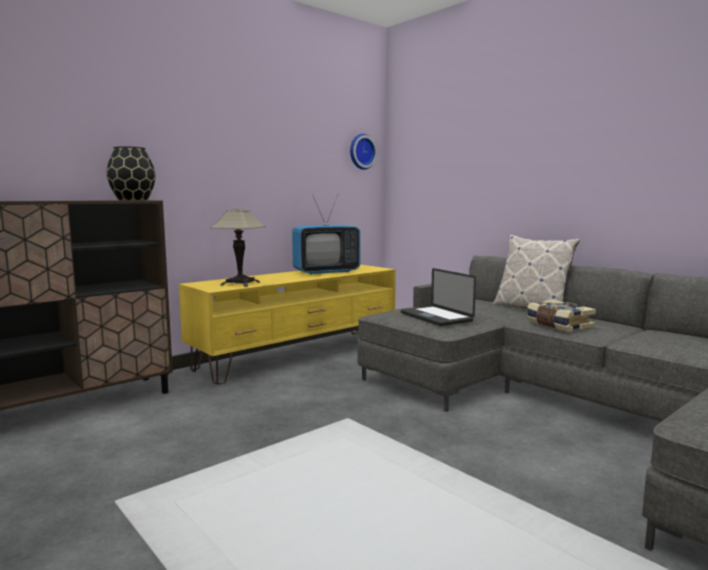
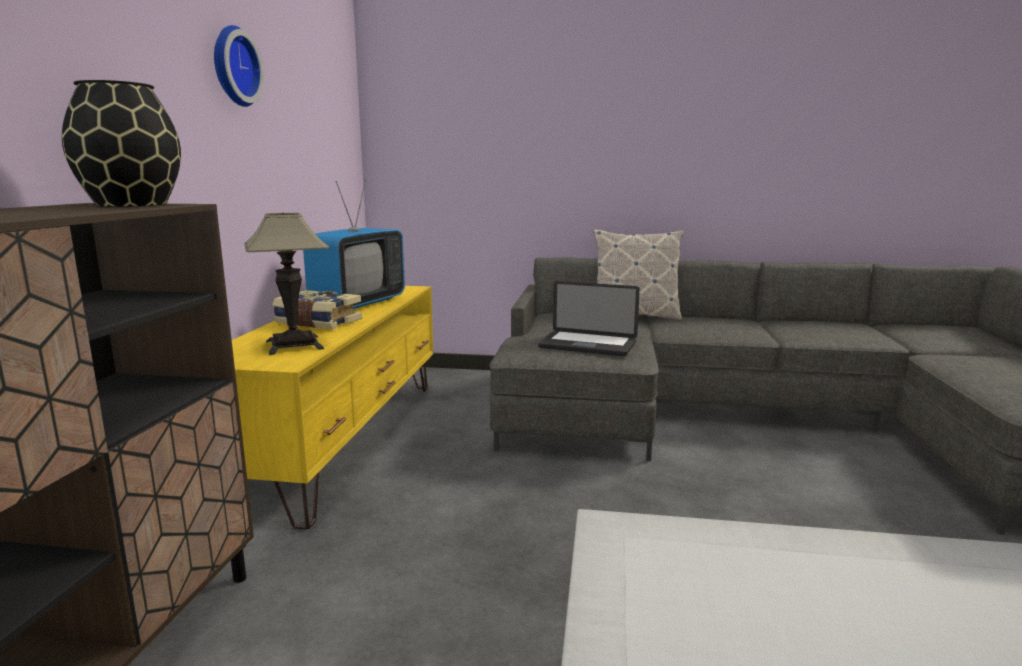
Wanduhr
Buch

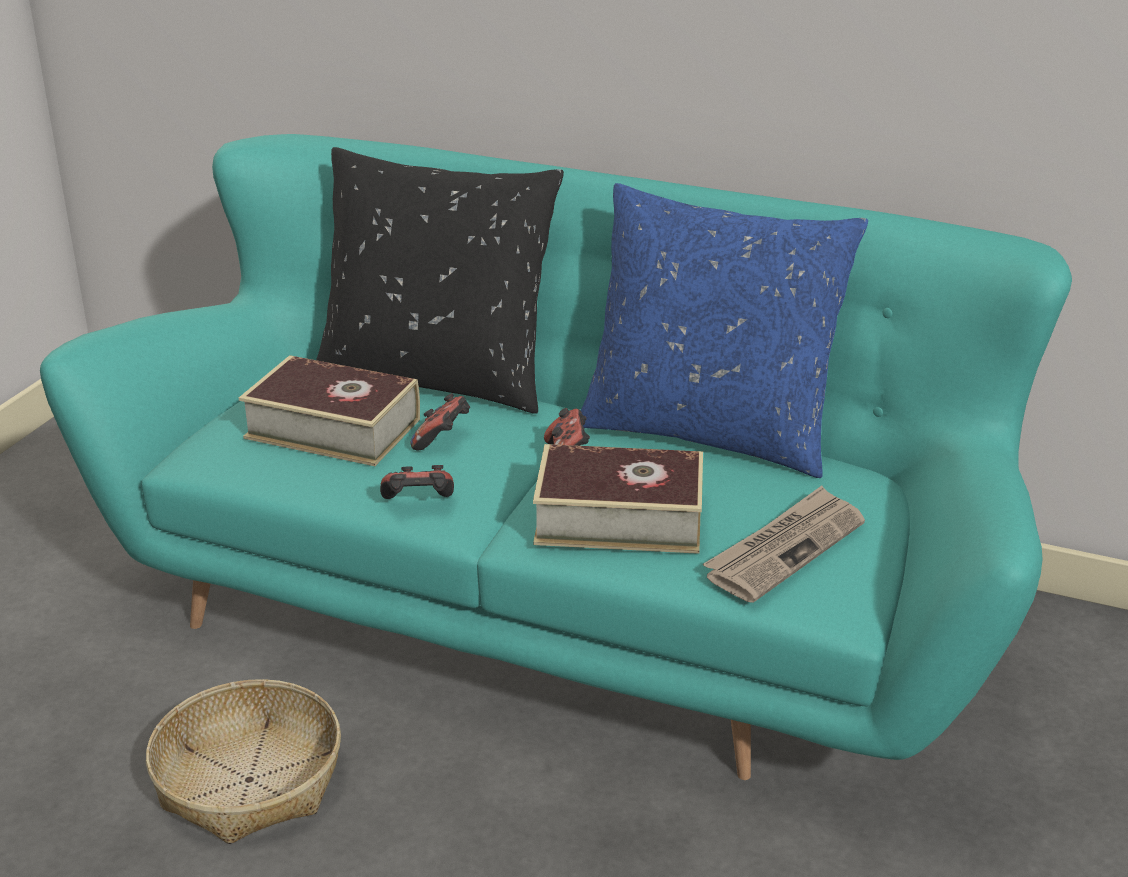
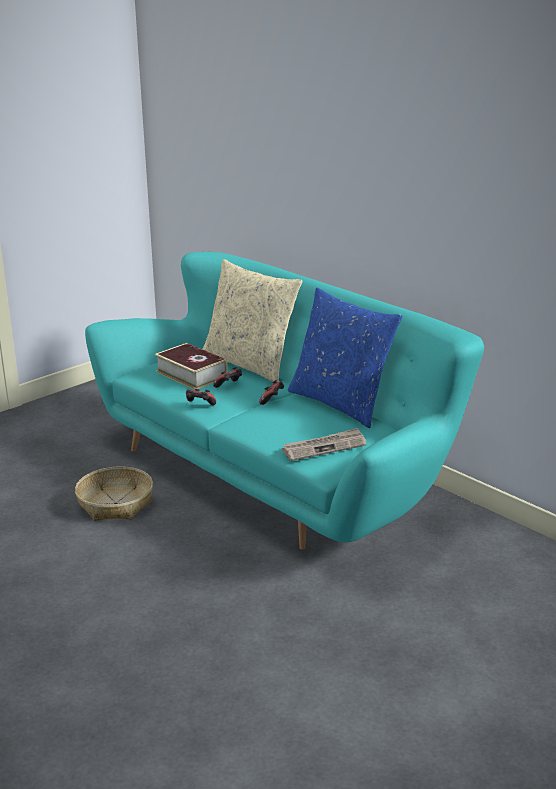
Kissen [beige]
Buch (2nd from left in the first image)

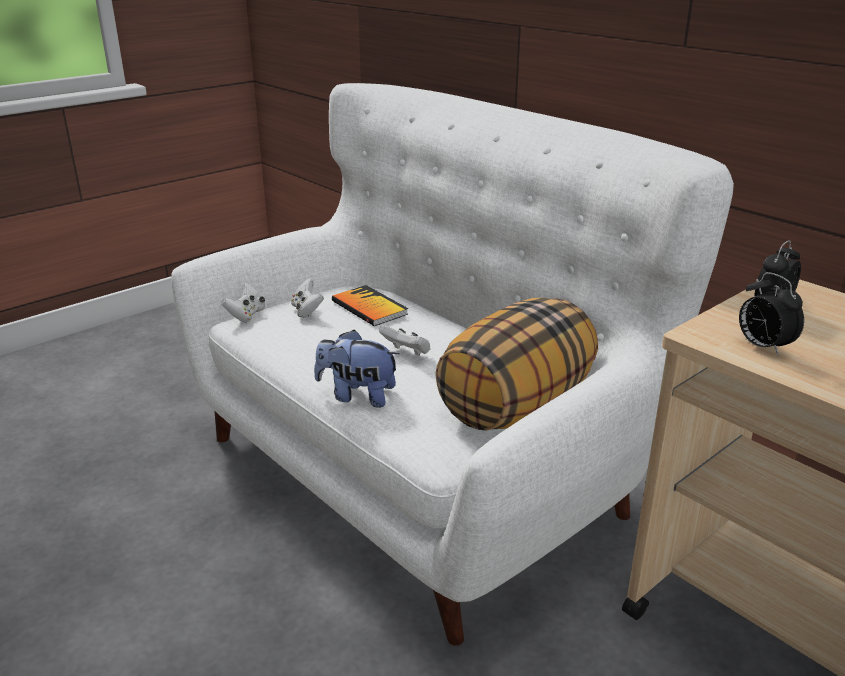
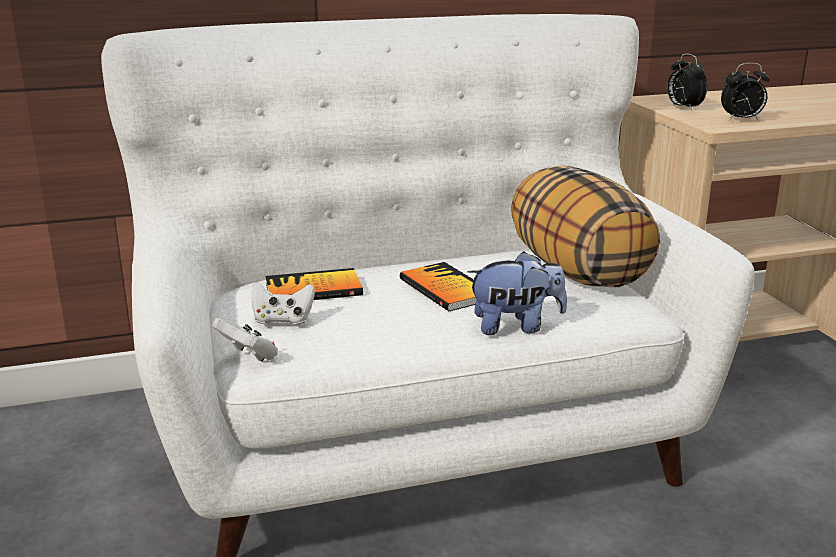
Plüschtier
Buch (2nd from left)

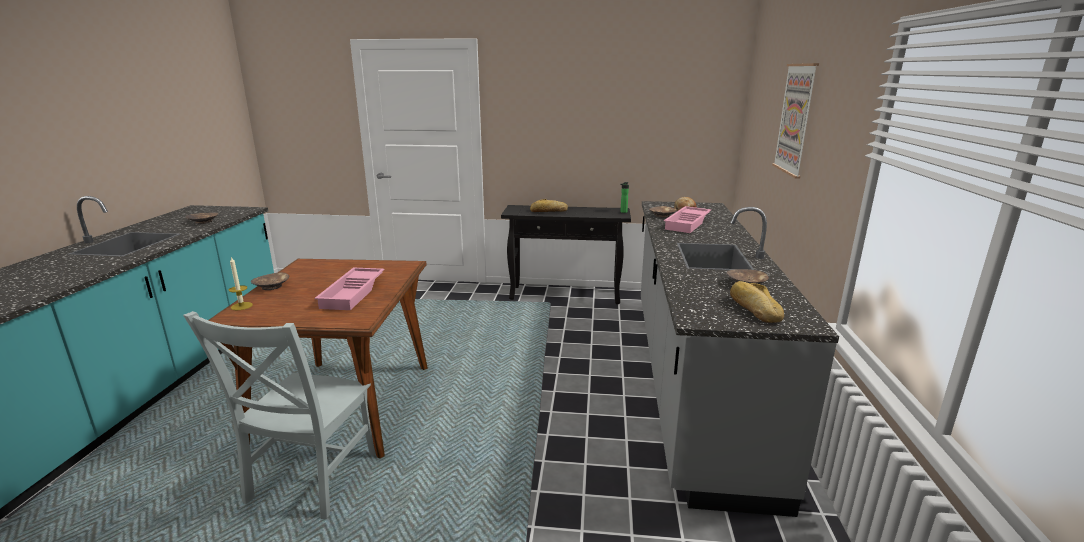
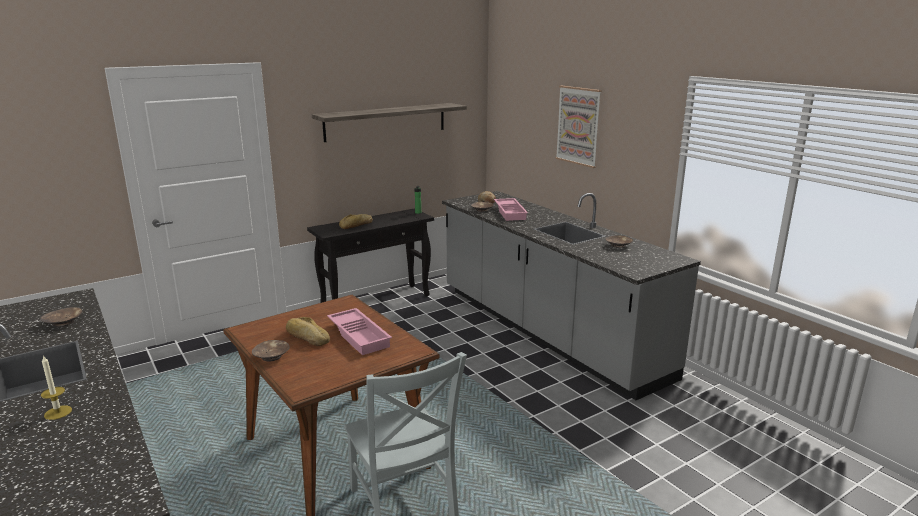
Kerze
Brot (1st from left)
Wandregal

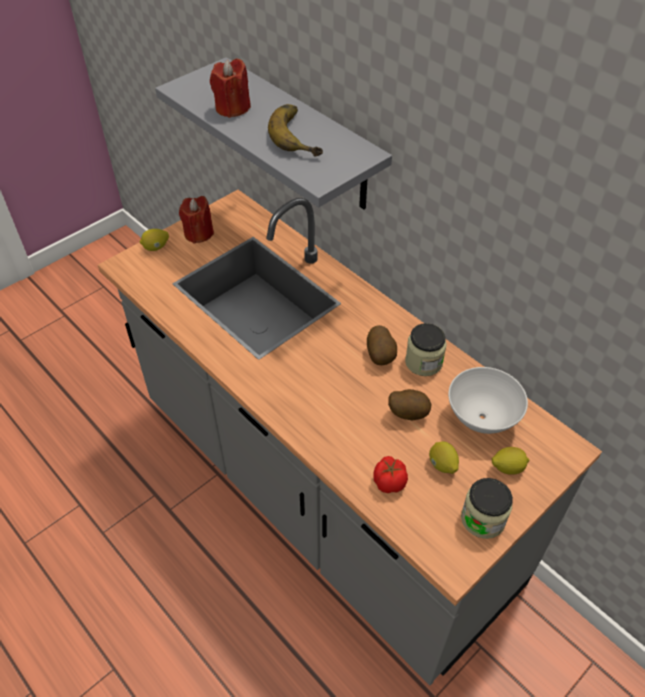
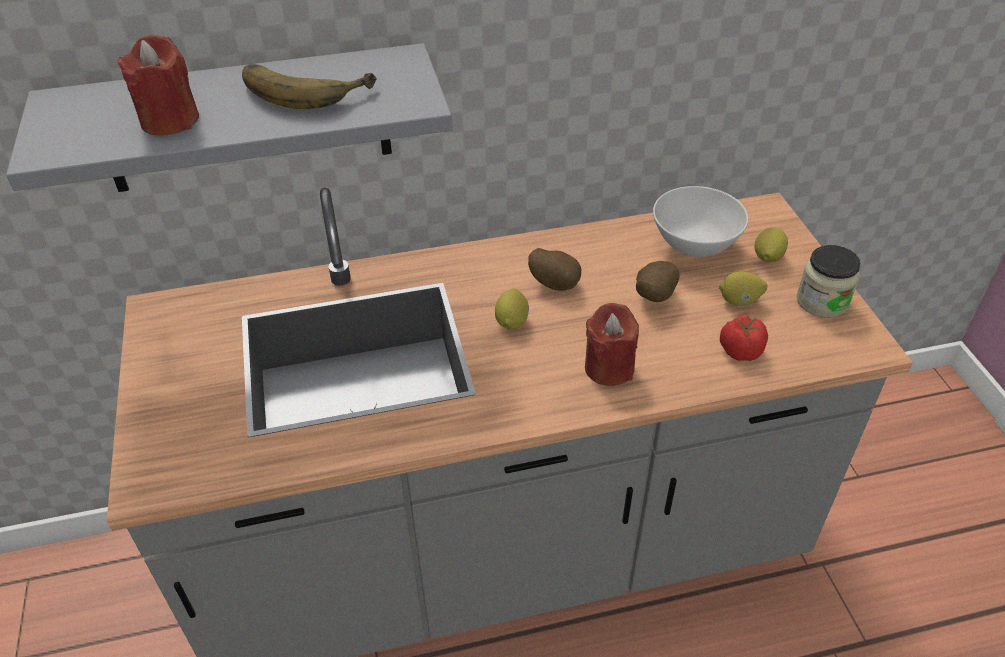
Zitrone (1st from left)
Kerze [rot] (2nd from left)
Vorratsglas (1st from left in the first image)

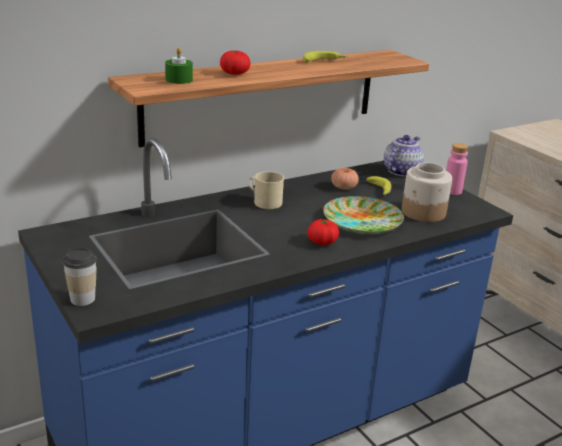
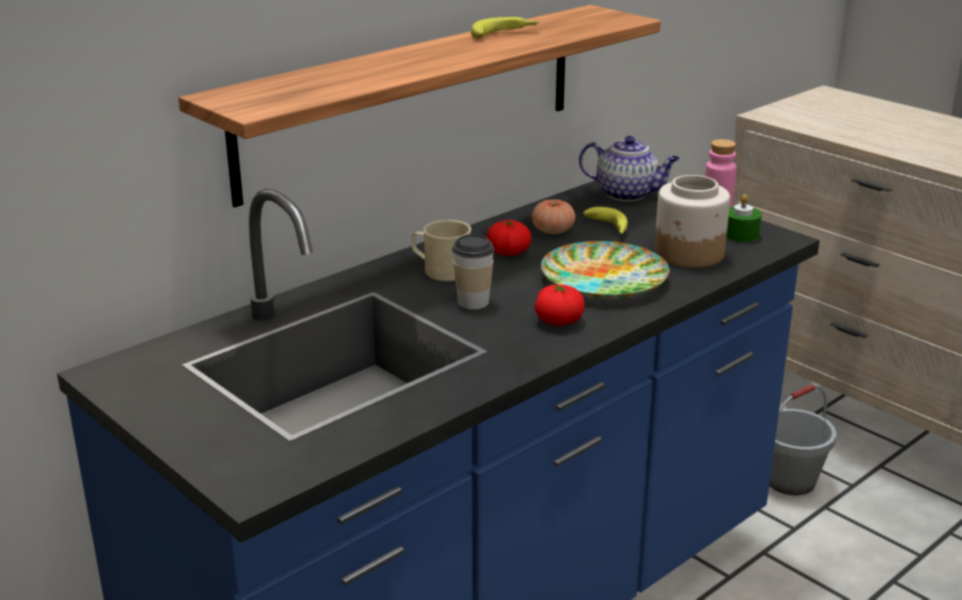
Tasse
Kerze [grün]
Tomate (1st from left)
Teekanne
Eimer [grau]

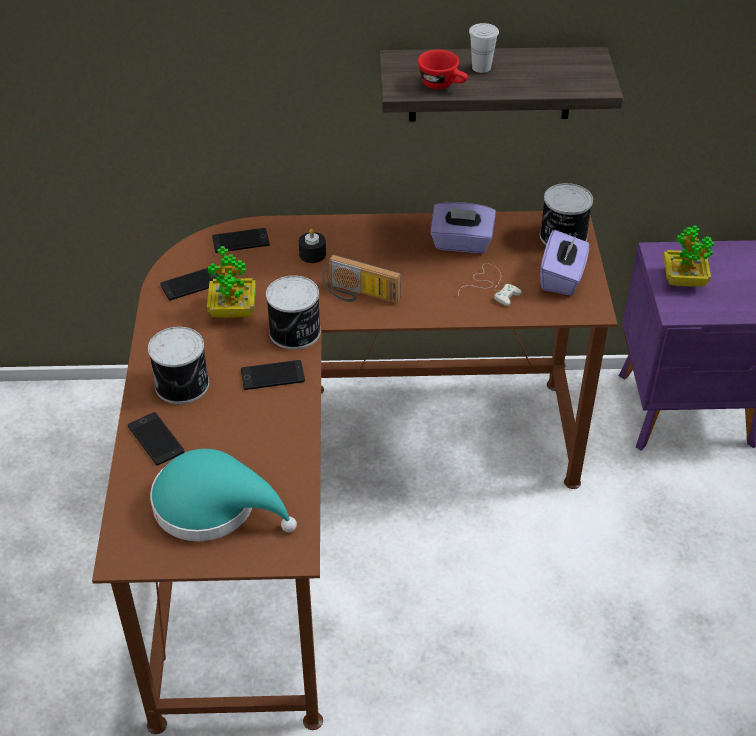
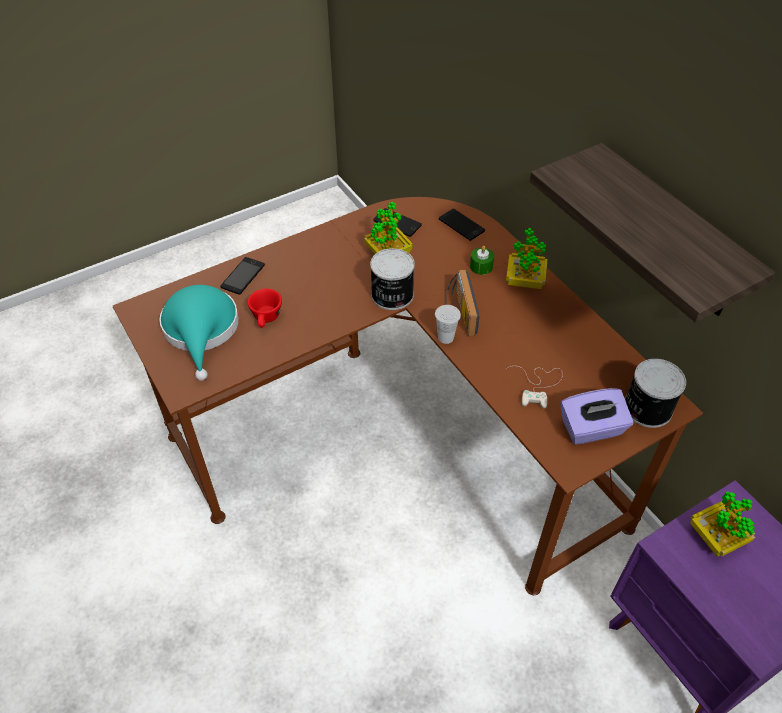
Dose (1st from left in the first image)
Handy (4th from left in the first image)
Kerze [grün]
Tasse [rot]
Taschentuchbox [lila] (1st from left in the first image)
Tasse [weiß]
Topfpflanze (2nd from left)

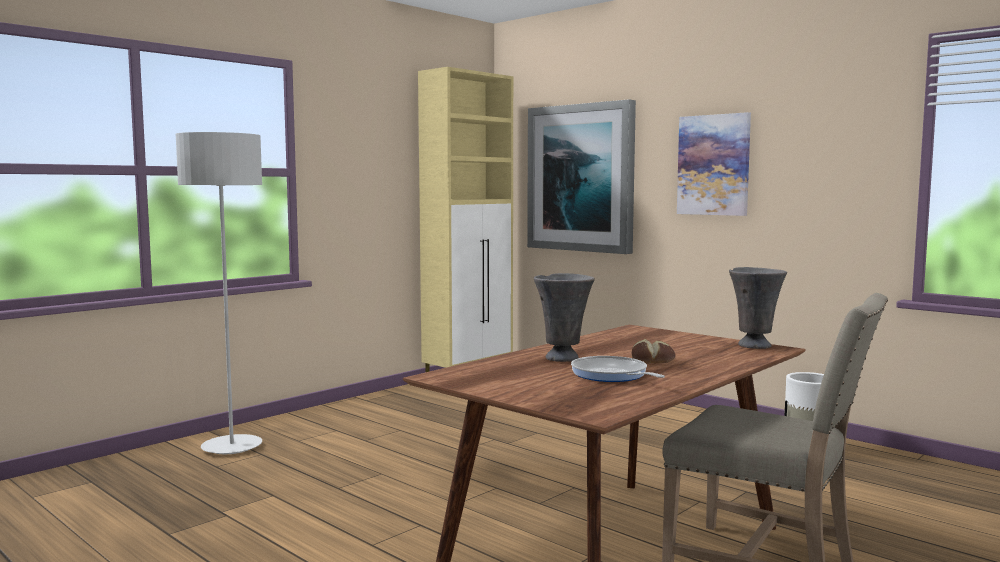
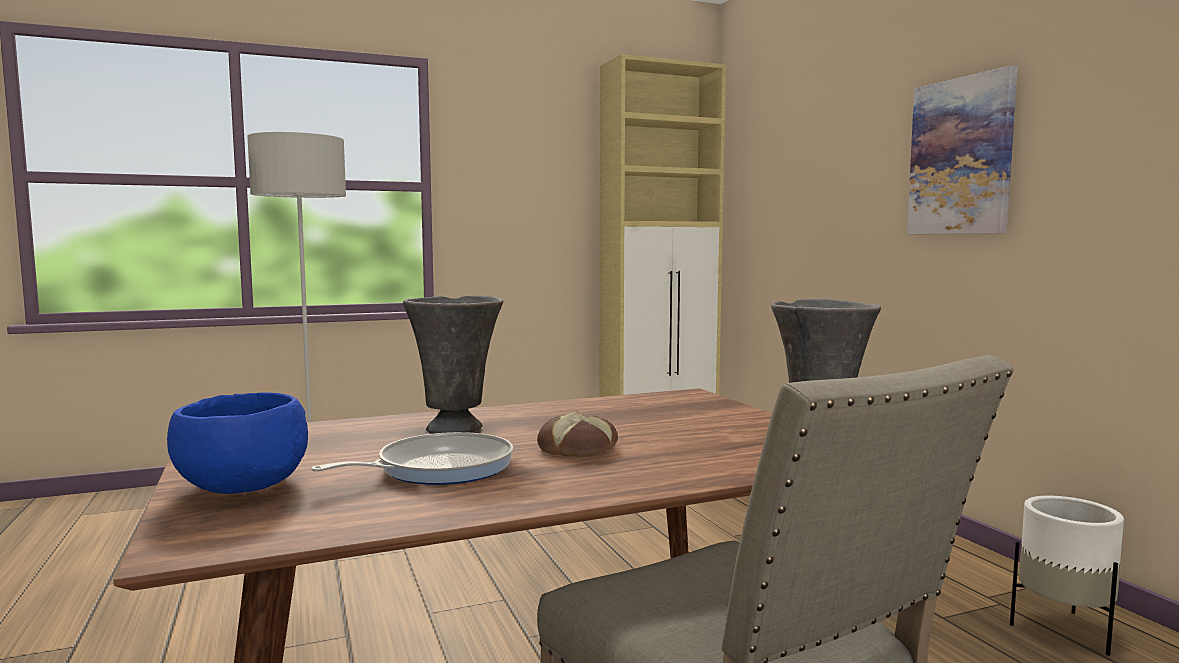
Bild (1st from left in the first image)
Pfanne
Schüssel [blau]

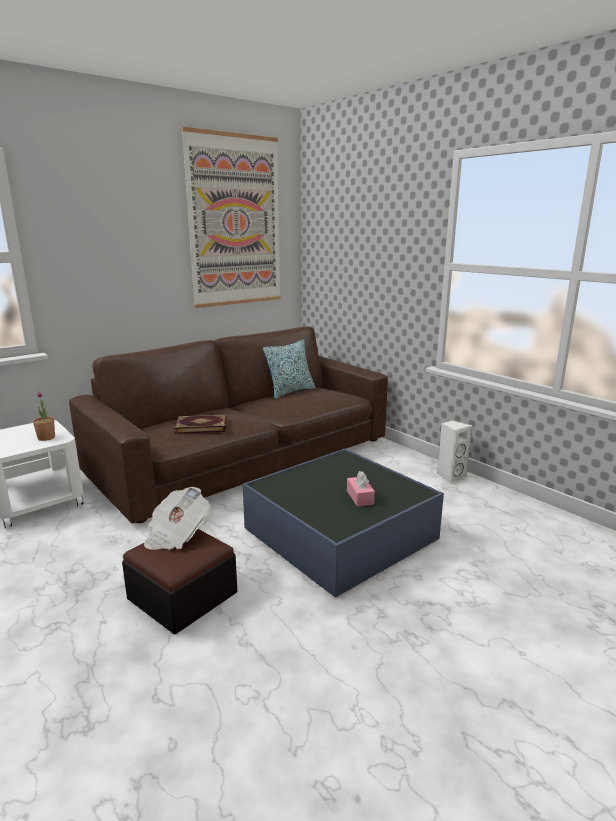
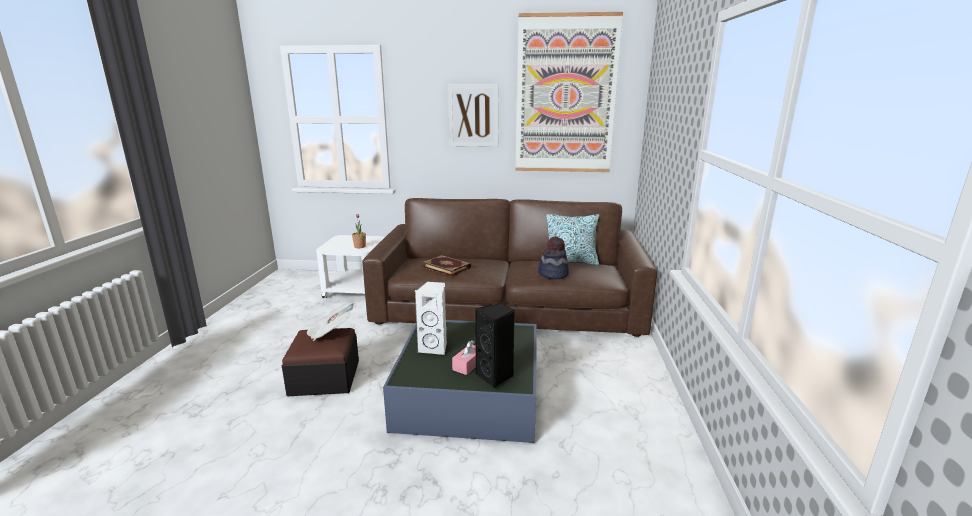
Lautsprecher [weiß]
Bild (1st from left)
Lautsprecher [schwarz]
Hut

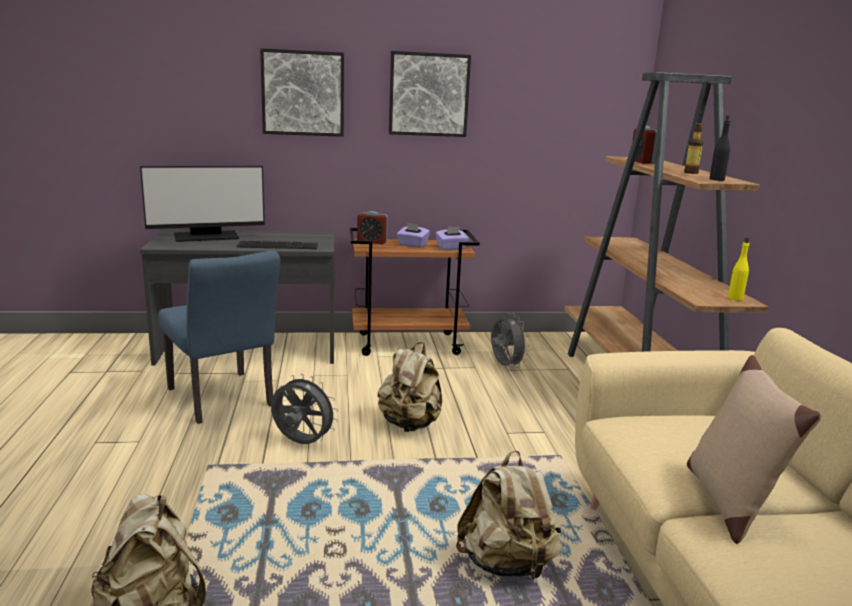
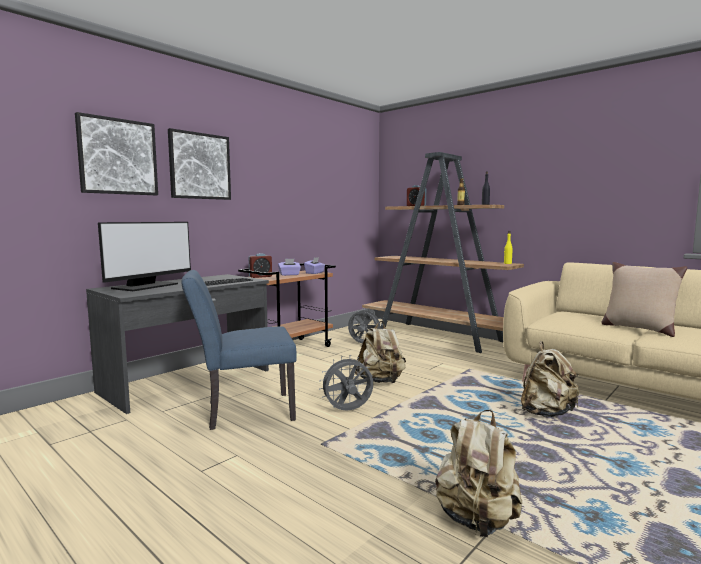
Stuhl [blau]
Bild (1st from left)

